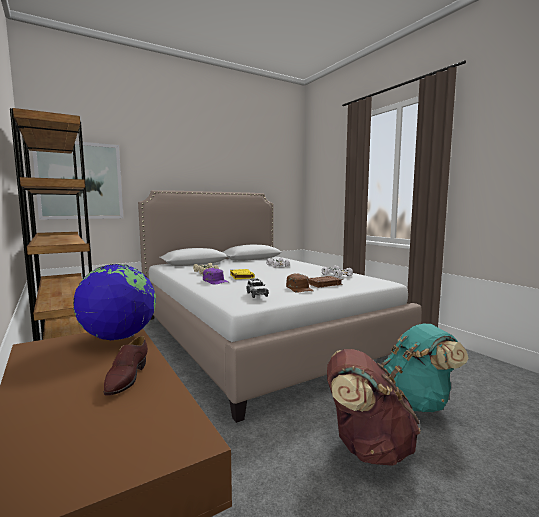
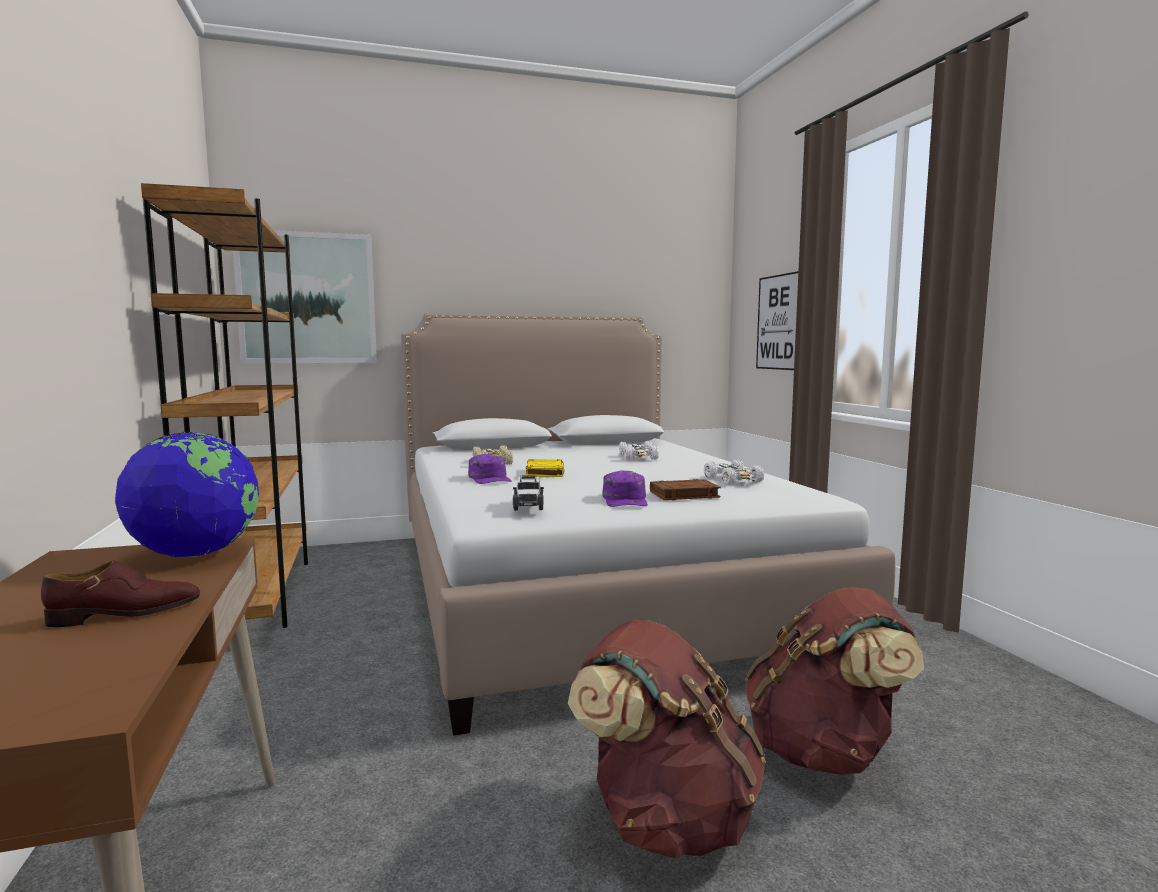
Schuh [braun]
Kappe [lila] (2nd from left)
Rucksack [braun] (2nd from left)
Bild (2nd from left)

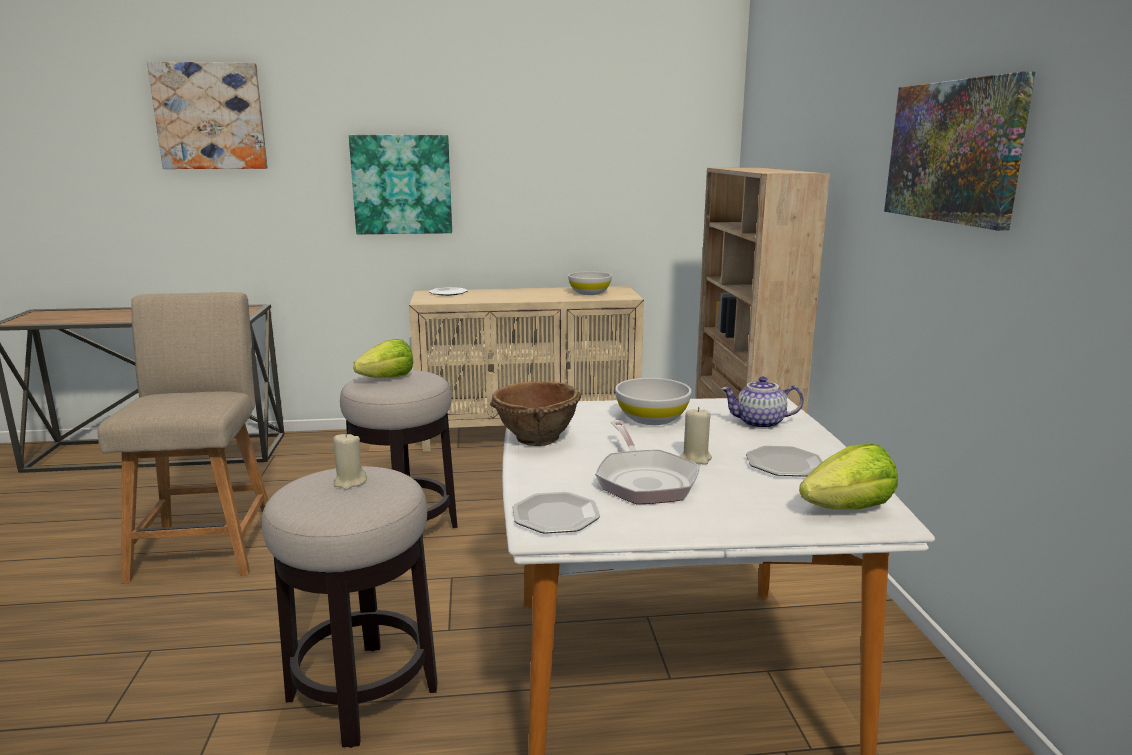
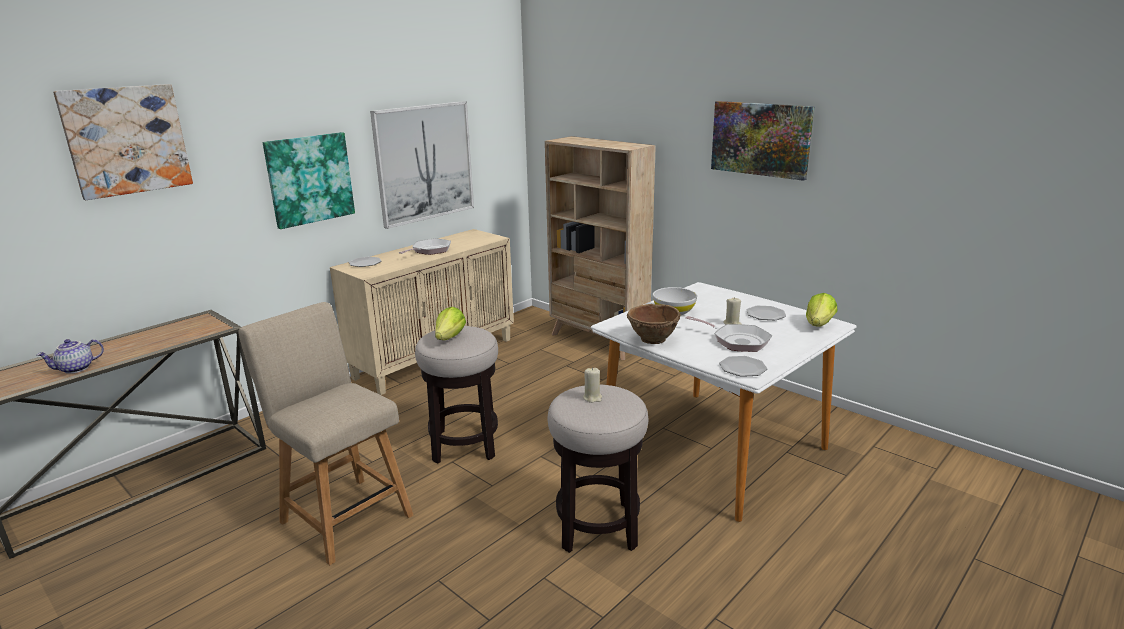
Schüssel [weiß] (1st from left in the first image)
Teekanne
Bild (3rd from left)
Pfanne (1st from left)

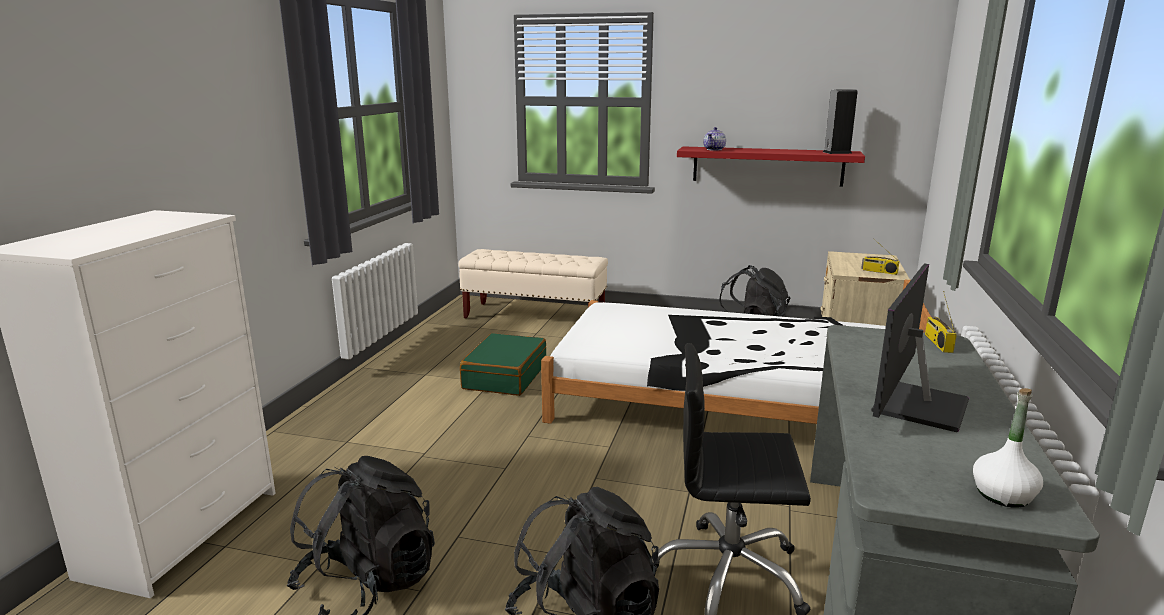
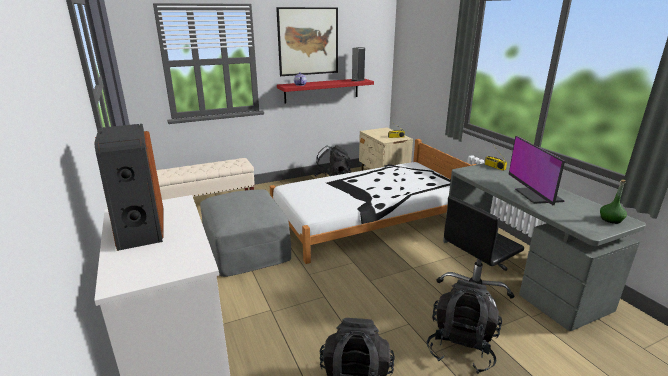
Polsterhocker [grau]
Flasche [grün]
Lautsprecher (1st from left)
Bild

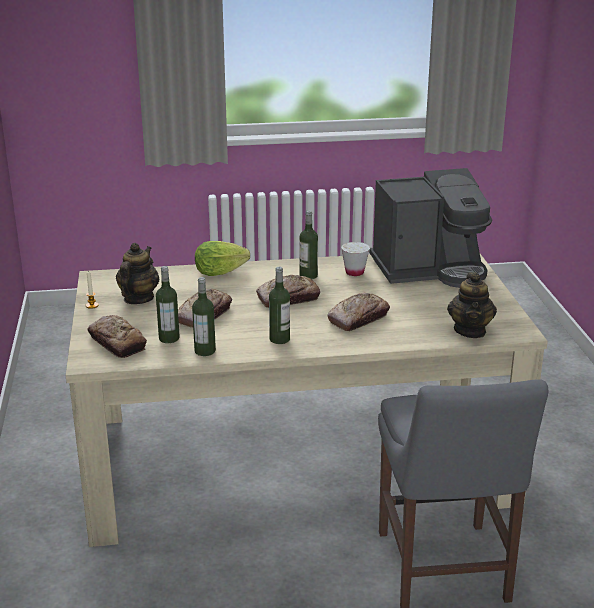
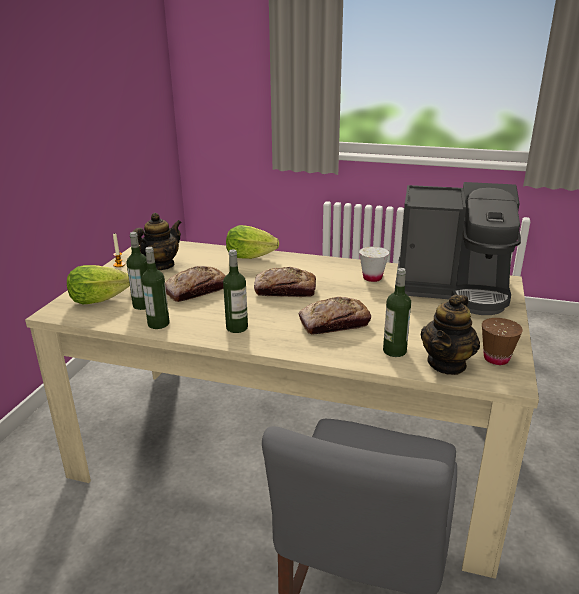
Salatkopf (1st from left)
Flasche (4th from left)
Tasse [braun]

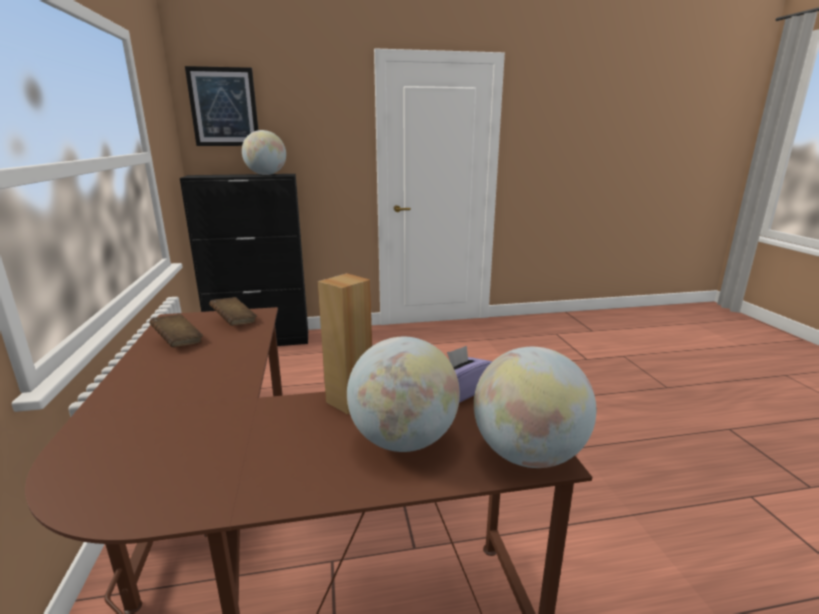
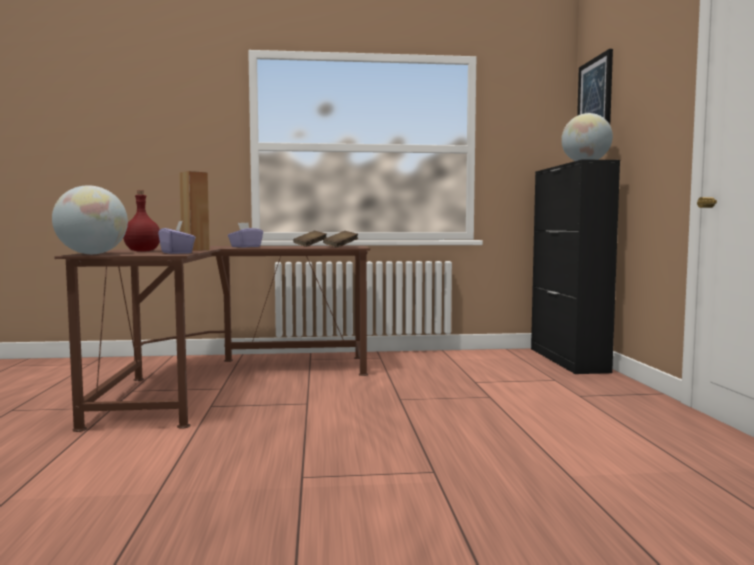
Flasche [rot]
Taschentuchbox [lila] (2nd from left)

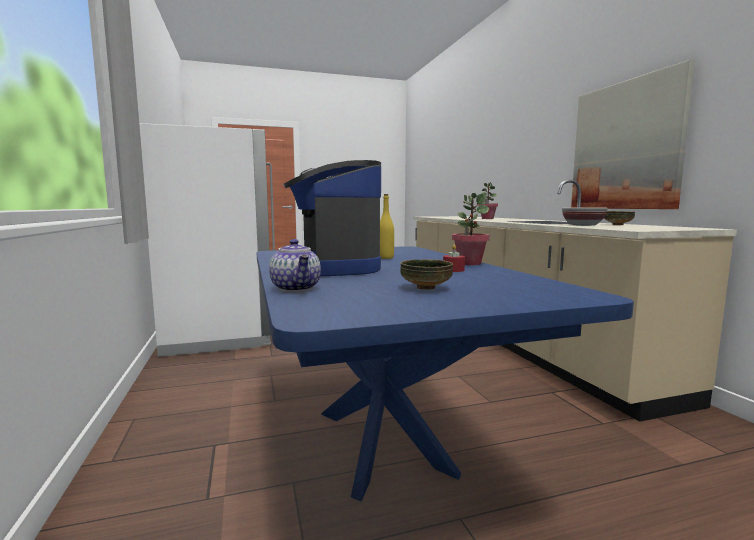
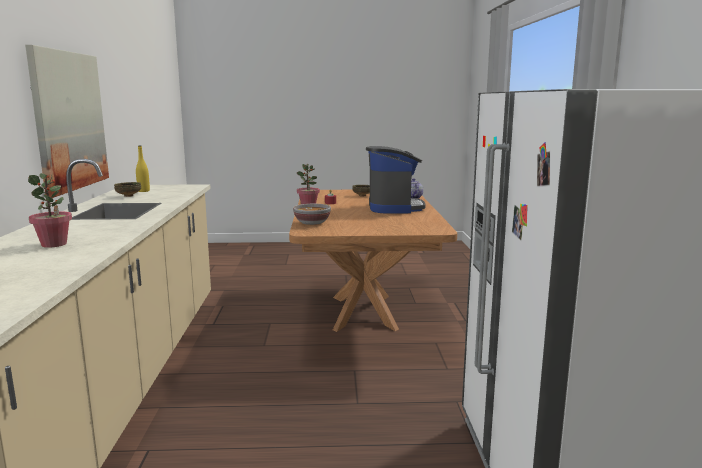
Esstisch [braun]
Flasche [gelb]
Schüssel (2nd from left)

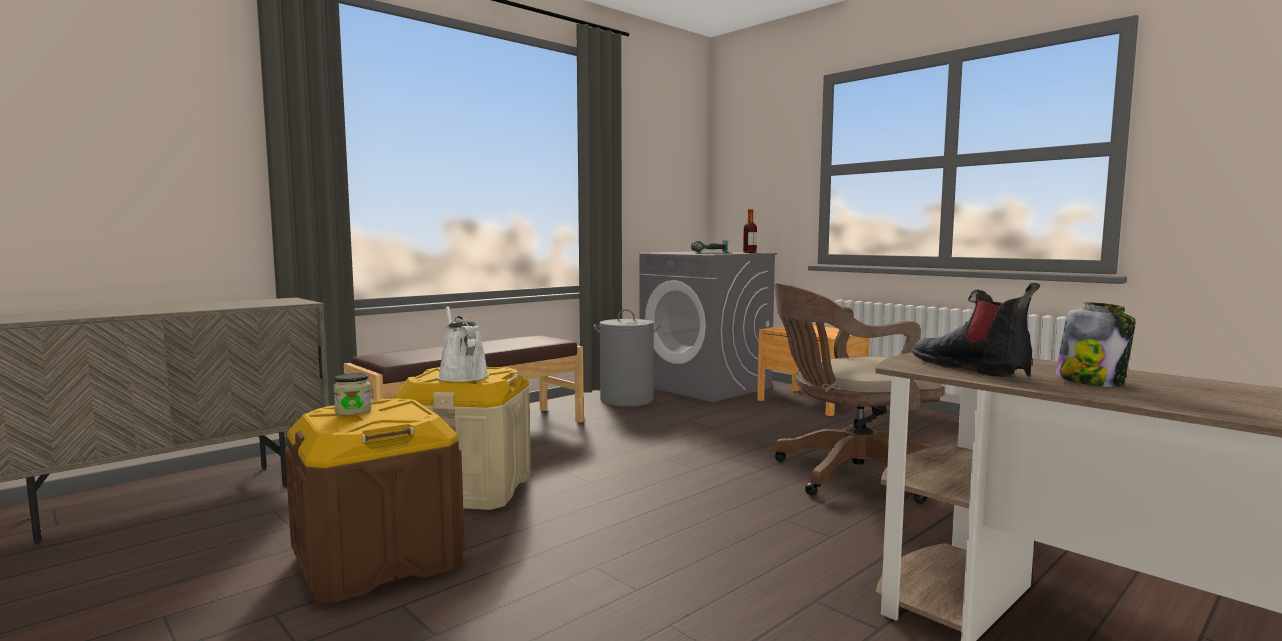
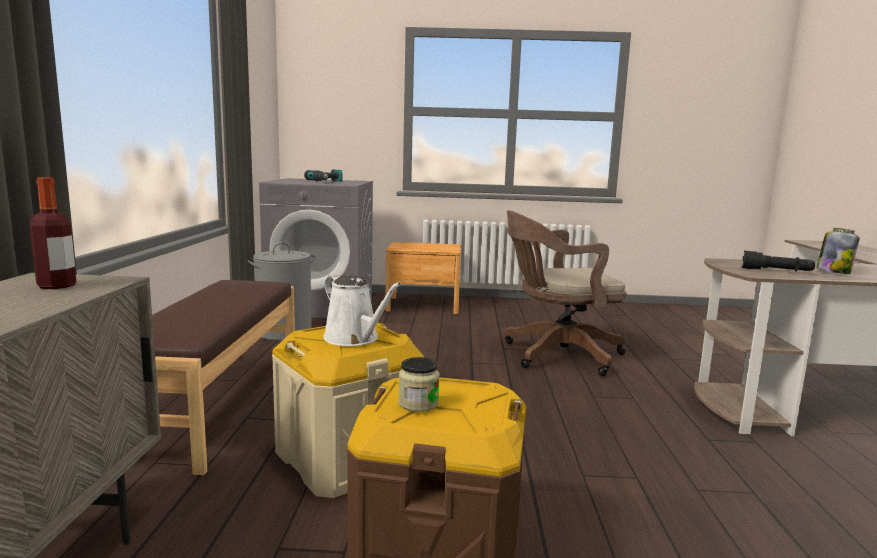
Gießkanne [weiß]
Flasche
Bürostuhl [braun]
Taschenlampe [schwarz]

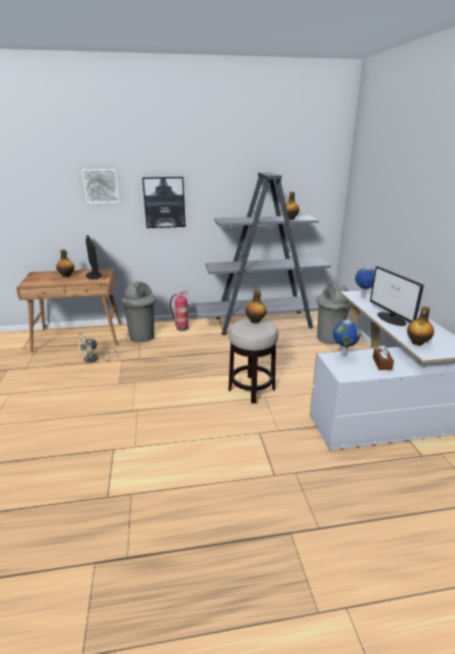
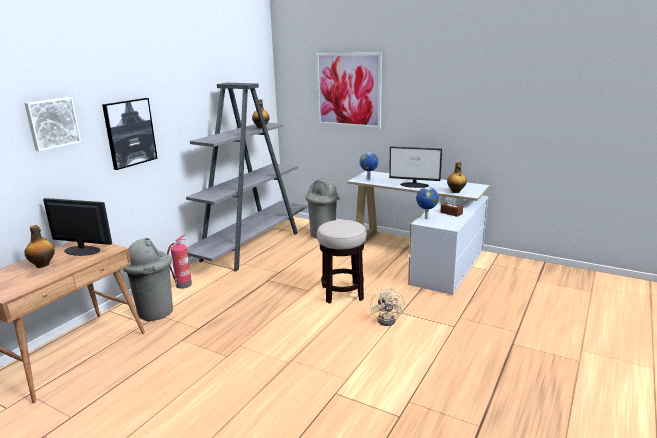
Ventilator [beige]
Flasche (2nd from left in the first image)
Bild (3rd from left)

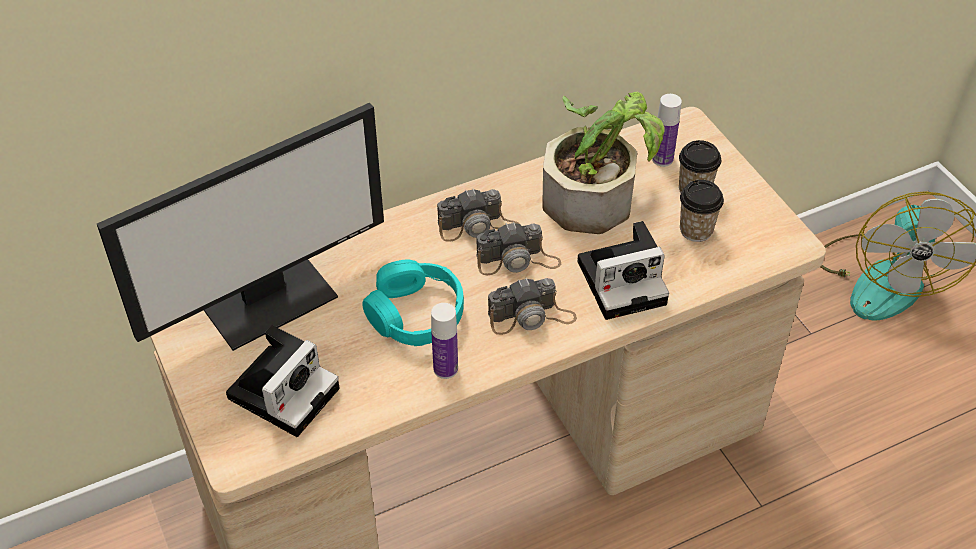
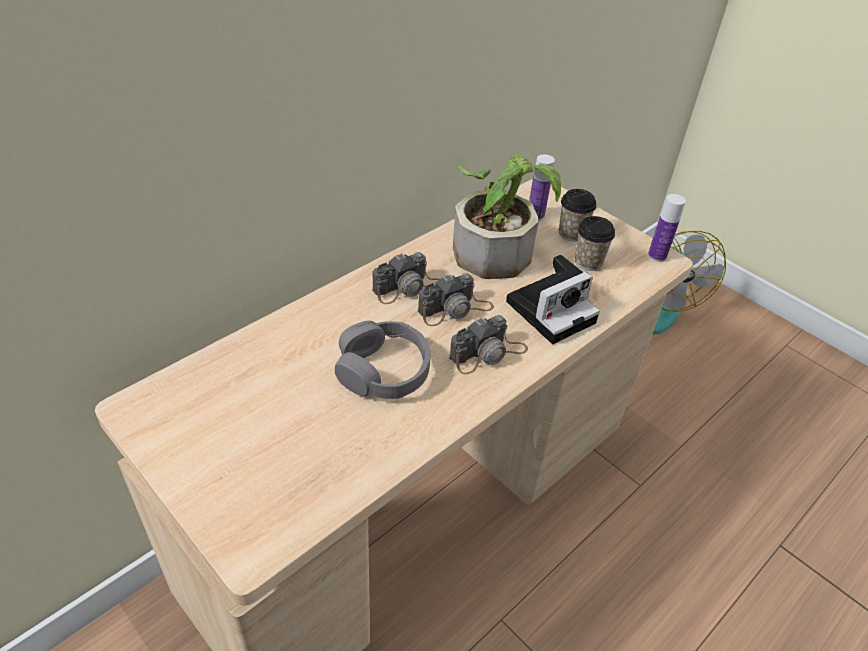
Monitor
Kamera (1st from left in the first image)
Kopfhörer [grau]
Flasche (2nd from left)

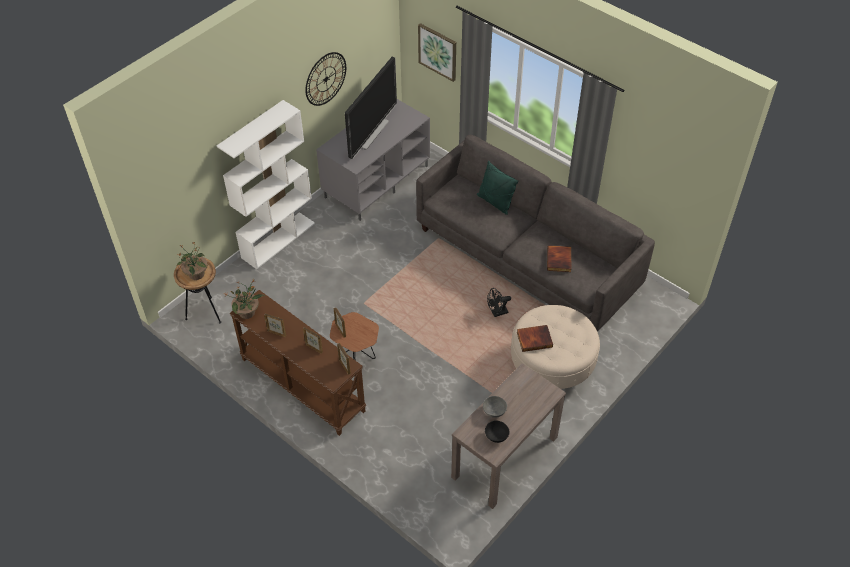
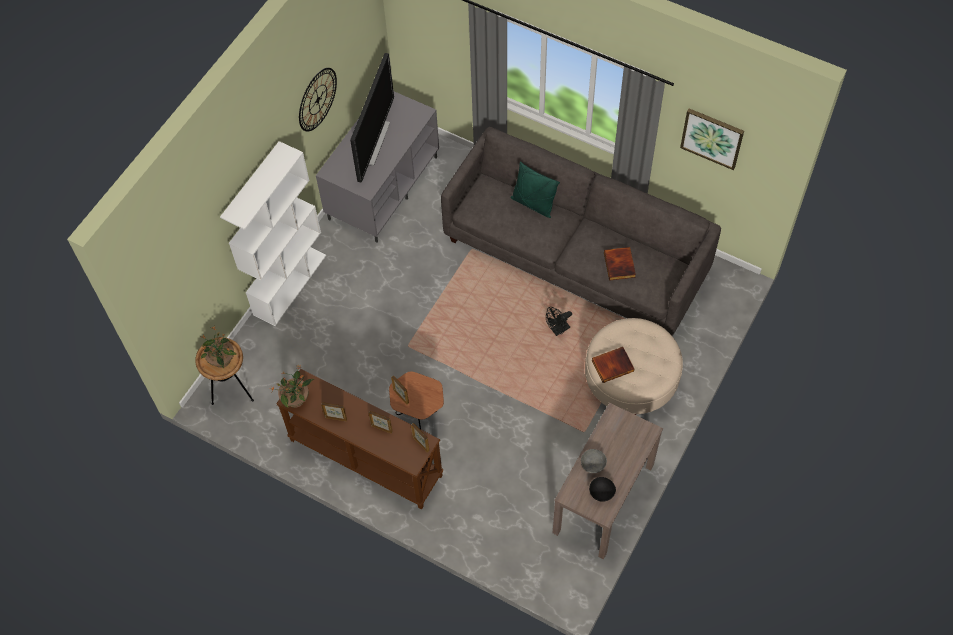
Bild

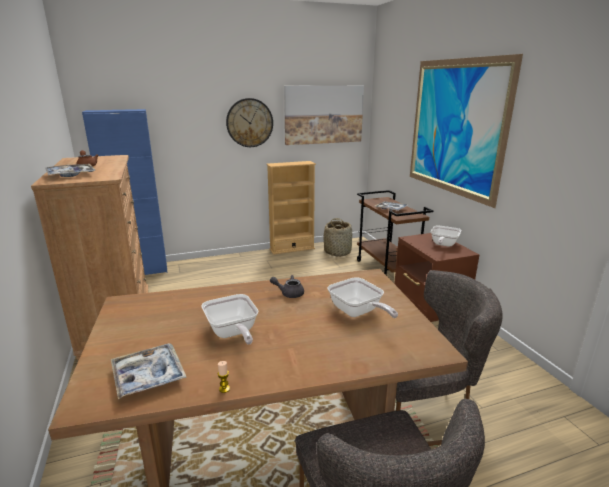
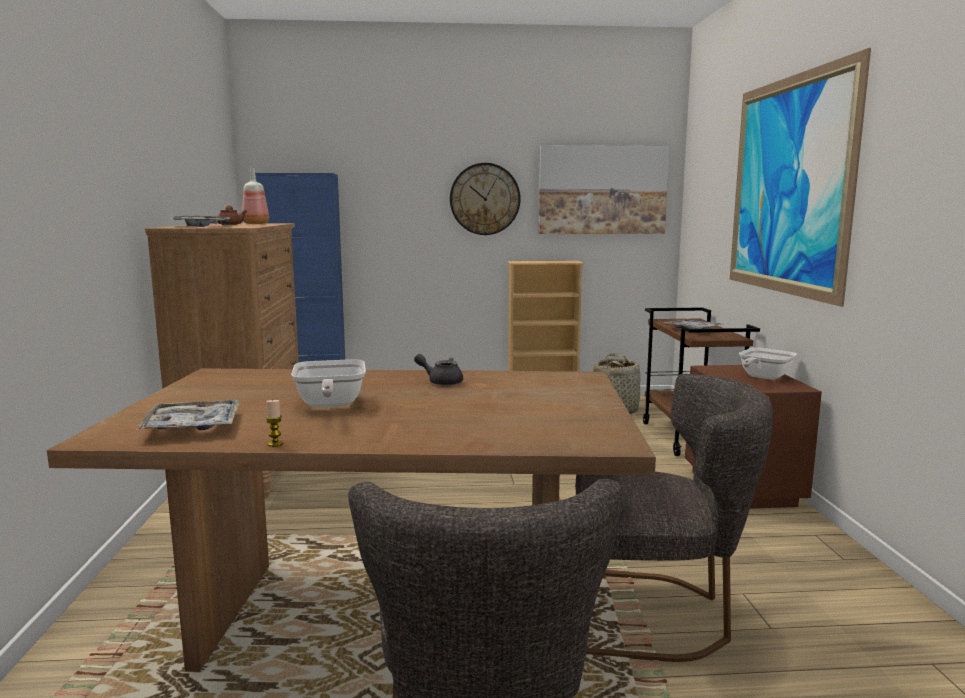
Pfanne (2nd from left in the first image)
Flasche

